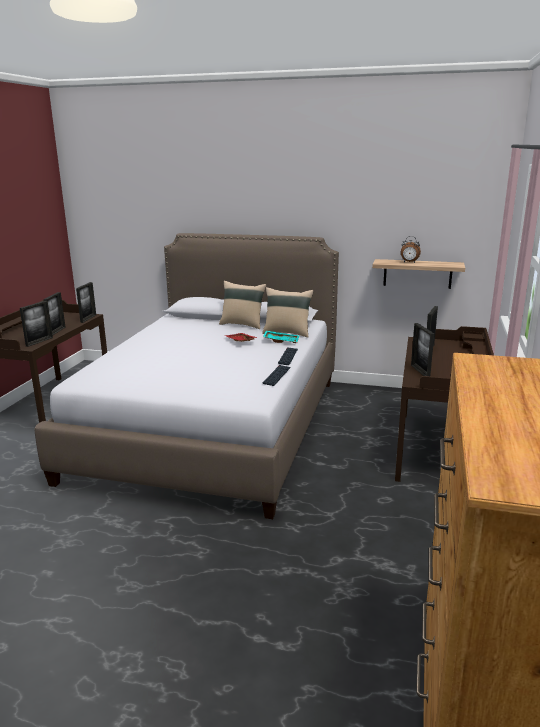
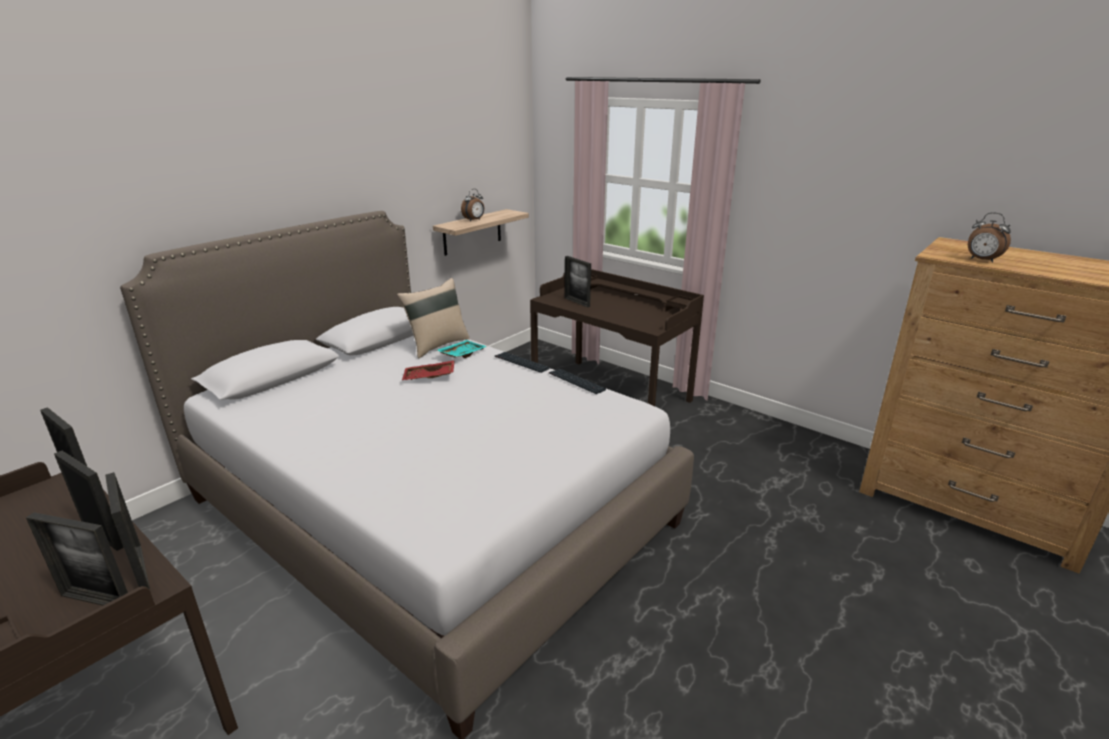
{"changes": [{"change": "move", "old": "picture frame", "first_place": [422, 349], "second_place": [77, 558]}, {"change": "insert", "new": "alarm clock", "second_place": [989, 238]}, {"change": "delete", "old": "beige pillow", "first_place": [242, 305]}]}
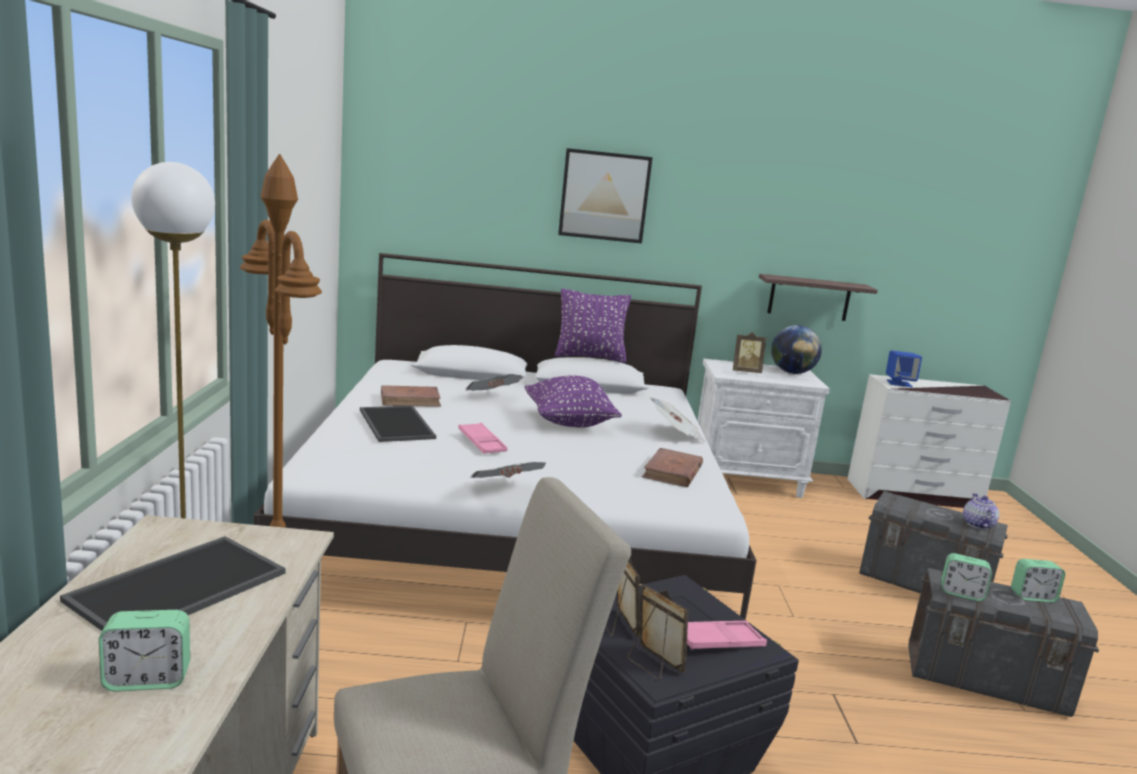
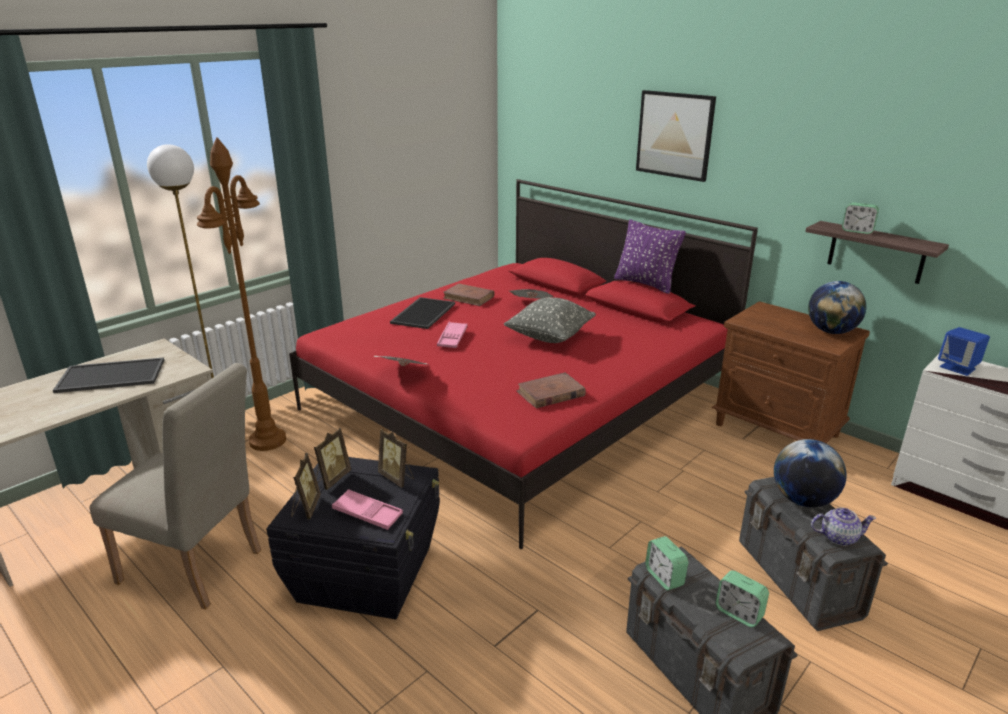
{"changes": [{"change": "recolor", "old": "white bed", "new": "red bed", "first_place": [505, 436], "second_place": [523, 364]}, {"change": "move", "old": "picture frame", "first_place": [749, 352], "second_place": [396, 458]}, {"change": "recolor", "old": "purple pillow", "new": "grey pillow", "first_place": [573, 401], "second_place": [550, 320]}, {"change": "recolor", "old": "white nightstand", "new": "brown nightstand", "first_place": [764, 428], "second_place": [791, 372]}, {"change": "insert", "new": "globe", "second_place": [810, 473]}, {"change": "rotate", "old": "teapot", "first_place": [981, 511], "second_place": [843, 527], "degrees": 45}, {"change": "move", "old": "alarm clock", "first_place": [144, 650], "second_place": [860, 218]}, {"change": "delete", "old": "newspaper", "first_place": [678, 420]}]}
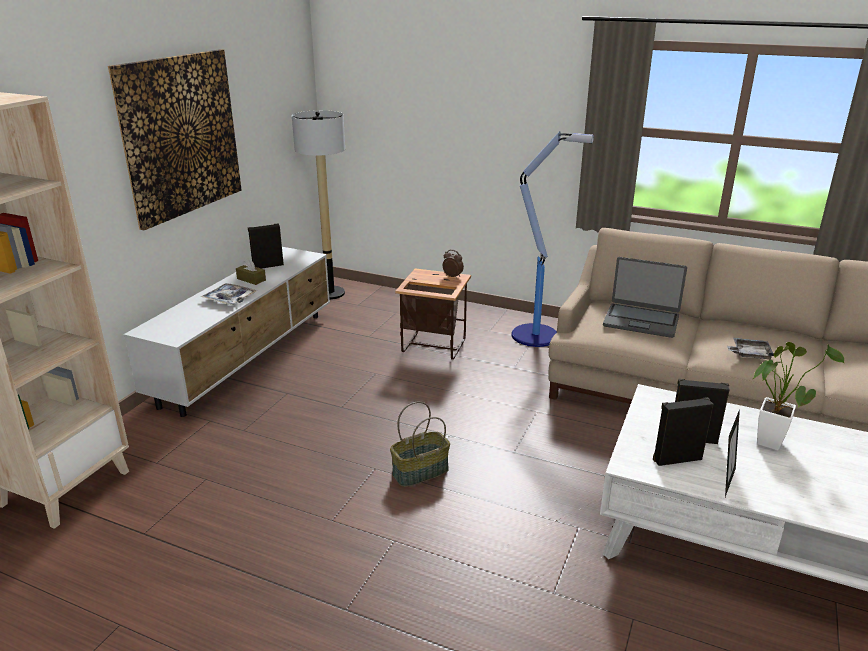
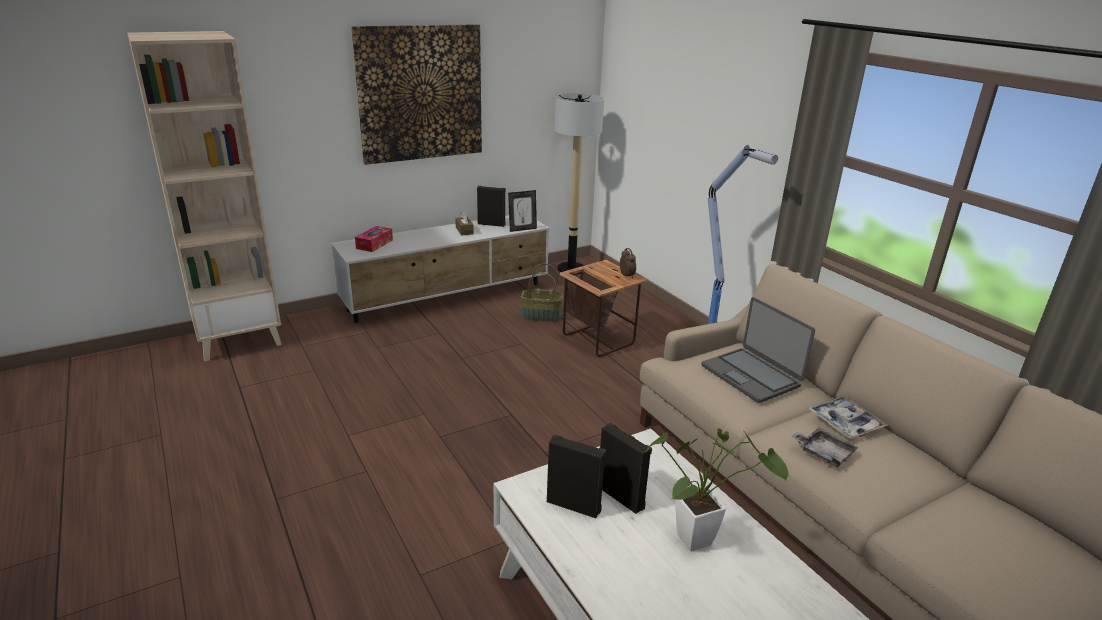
{"changes": [{"change": "insert", "new": "tissue box", "second_place": [374, 239]}, {"change": "move", "old": "picture frame", "first_place": [732, 453], "second_place": [522, 211]}, {"change": "move", "old": "basket", "first_place": [420, 444], "second_place": [542, 292]}, {"change": "move", "old": "tray", "first_place": [229, 294], "second_place": [848, 417]}]}
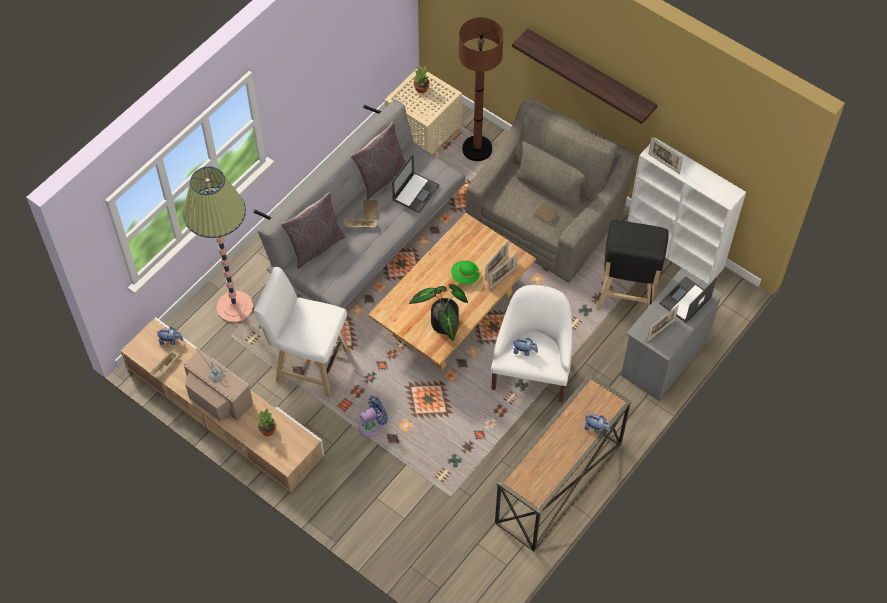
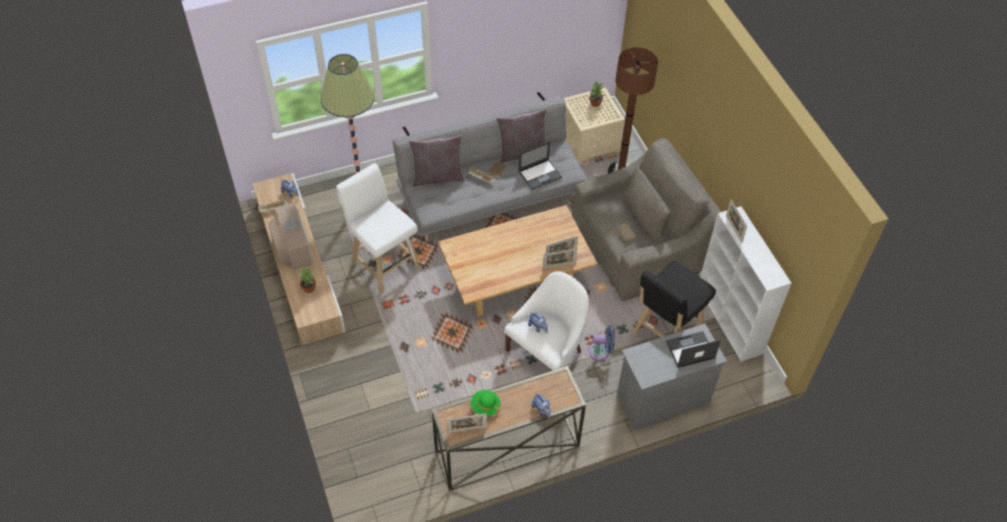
{"changes": [{"change": "move", "old": "picture frame", "first_place": [663, 323], "second_place": [467, 423]}, {"change": "move", "old": "green hat", "first_place": [465, 272], "second_place": [485, 403]}, {"change": "move", "old": "blue fan", "first_place": [373, 416], "second_place": [602, 343]}, {"change": "delete", "old": "potted plant", "first_place": [438, 312]}, {"change": "delete", "old": "shelf", "first_place": [584, 76]}]}
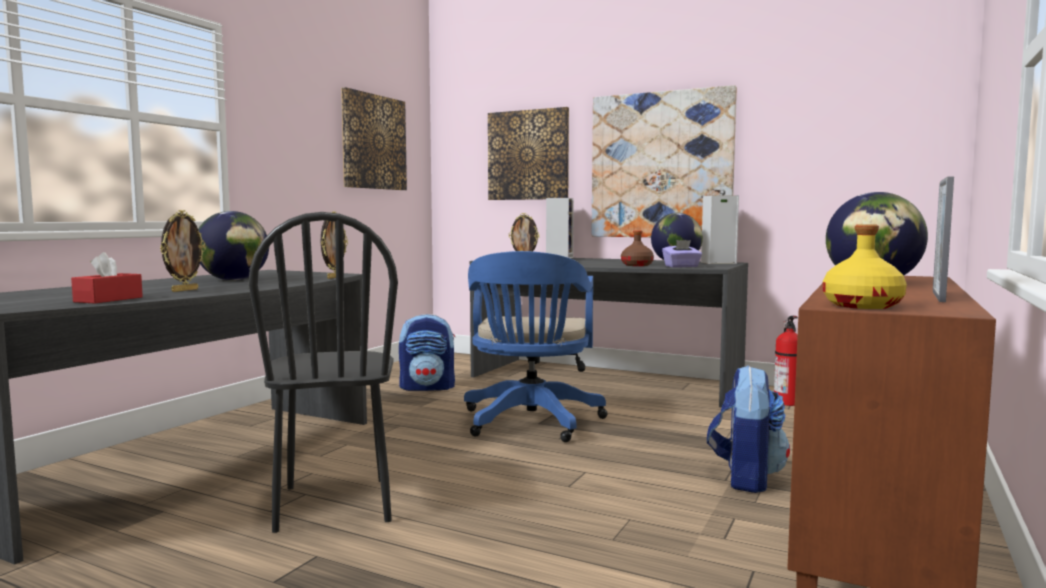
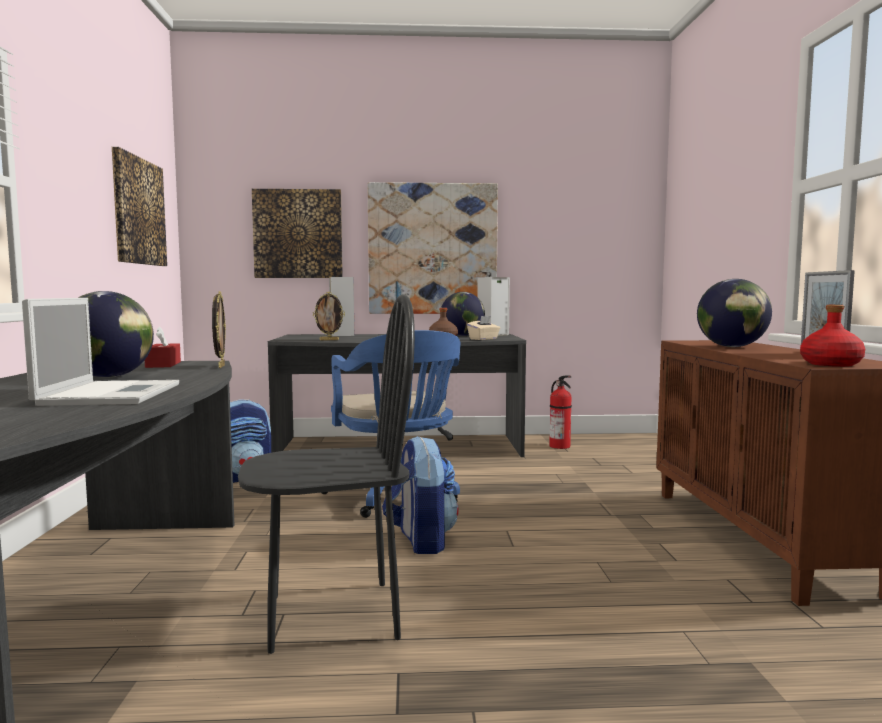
{"changes": [{"change": "replace", "old": "picture frame", "new": "laptop", "first_place": [183, 251], "second_place": [100, 352]}, {"change": "move", "old": "red tissue box", "first_place": [107, 277], "second_place": [163, 347]}, {"change": "rotate", "old": "black chair", "first_place": [323, 372], "second_place": [326, 474], "degrees": -60}, {"change": "move", "old": "backpack", "first_place": [748, 429], "second_place": [420, 495]}, {"change": "recolor", "old": "purple tissue box", "new": "beige tissue box", "first_place": [682, 254], "second_place": [483, 328]}, {"change": "recolor", "old": "yellow bottle", "new": "red bottle", "first_place": [865, 266], "second_place": [832, 336]}]}
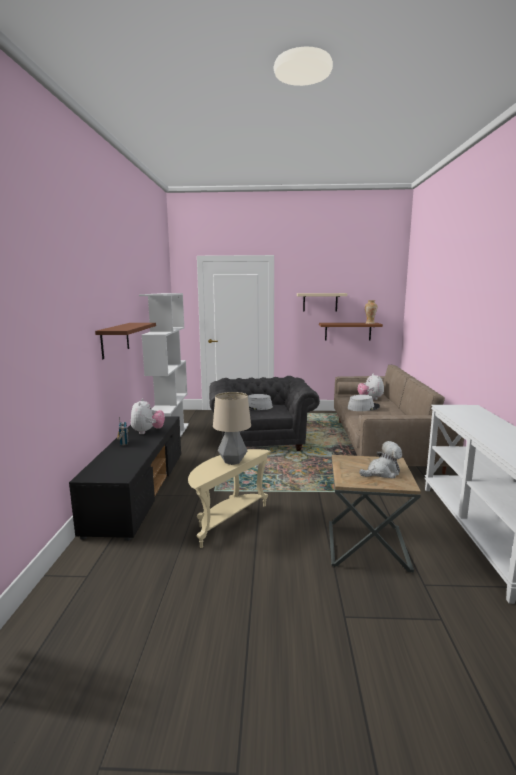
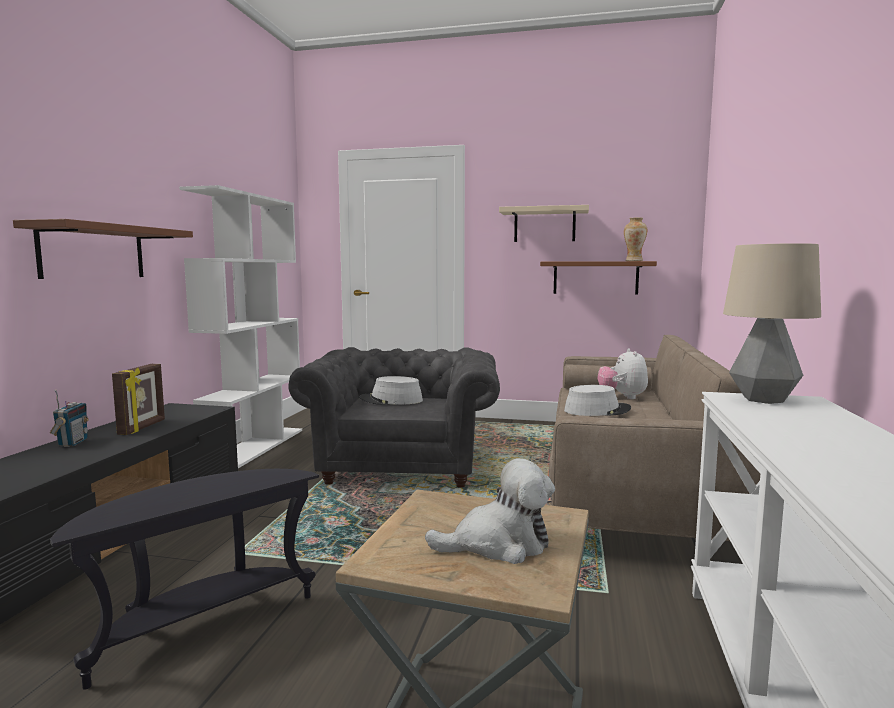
{"changes": [{"change": "recolor", "old": "beige side table", "new": "black side table", "first_place": [229, 498], "second_place": [184, 579]}, {"change": "replace", "old": "plush toy", "new": "picture frame", "first_place": [148, 416], "second_place": [138, 399]}, {"change": "move", "old": "table lamp", "first_place": [232, 428], "second_place": [772, 323]}]}
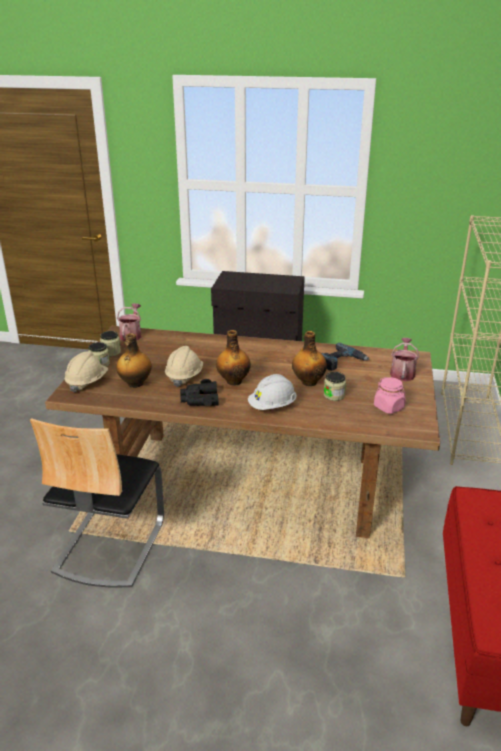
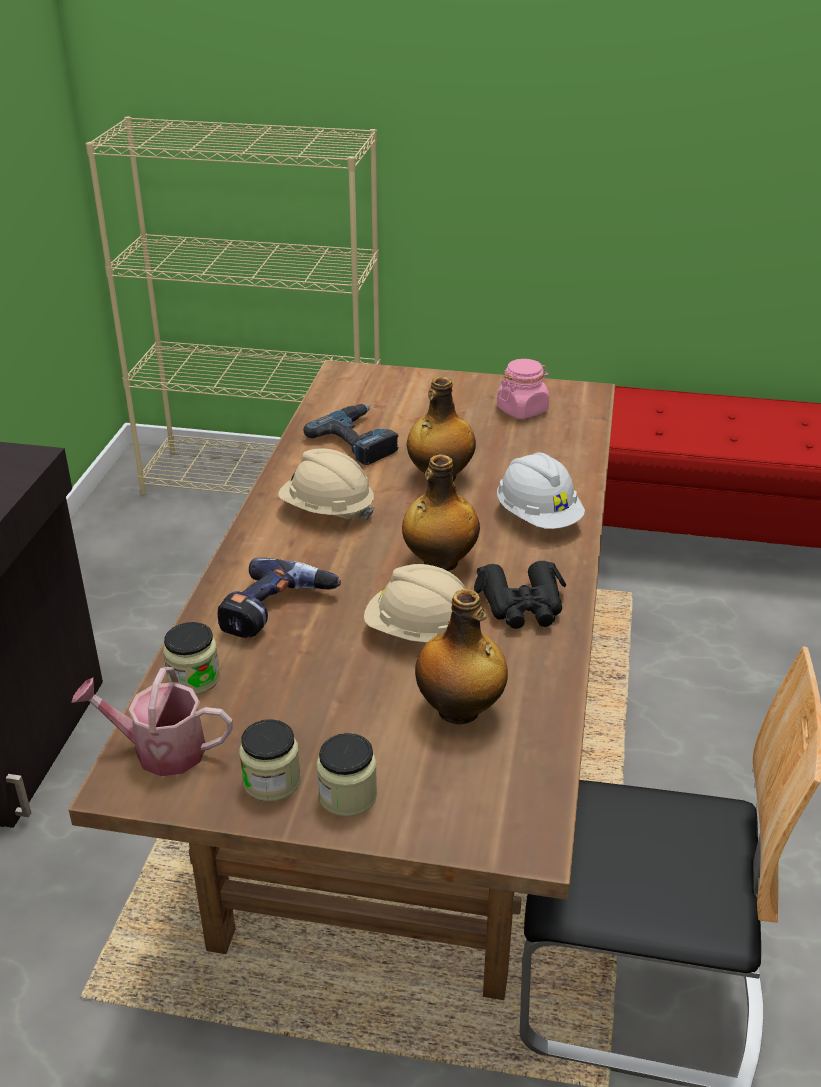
{"changes": [{"change": "move", "old": "jar", "first_place": [335, 386], "second_place": [191, 658]}, {"change": "insert", "new": "power drill", "second_place": [279, 598]}, {"change": "move", "old": "beige hard hat", "first_place": [86, 372], "second_place": [326, 484]}, {"change": "delete", "old": "watering can", "first_place": [404, 359]}]}
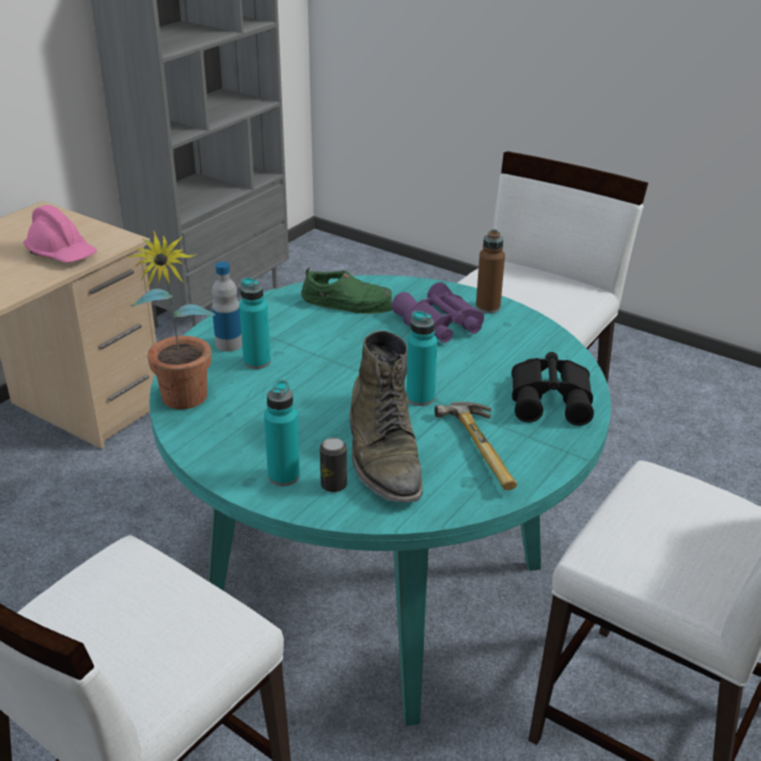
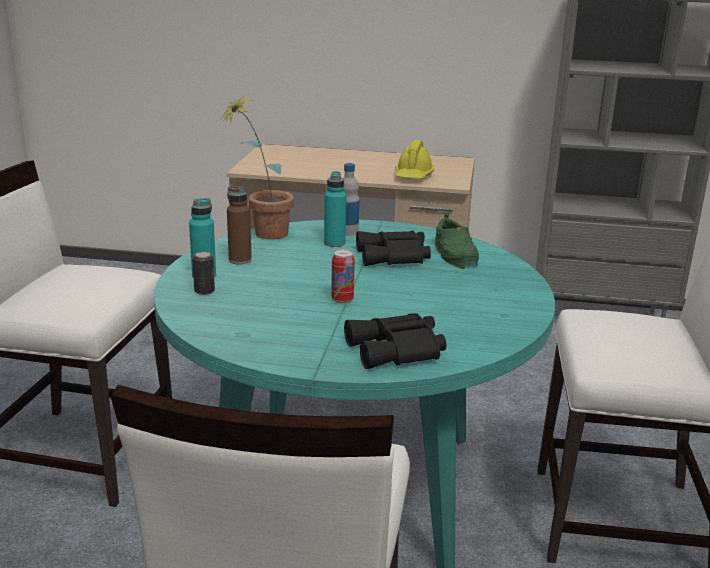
{"changes": [{"change": "move", "old": "brown bottle", "first_place": [490, 271], "second_place": [239, 225]}, {"change": "replace", "old": "turquoise bottle", "new": "can", "first_place": [421, 358], "second_place": [343, 276]}, {"change": "insert", "new": "black binoculars", "second_place": [393, 248]}, {"change": "recolor", "old": "pink hard hat", "new": "yellow hard hat", "first_place": [60, 234], "second_place": [414, 159]}, {"change": "delete", "old": "green boot", "first_place": [386, 416]}, {"change": "delete", "old": "purple binoculars", "first_place": [438, 312]}, {"change": "delete", "old": "hammer", "first_place": [475, 446]}]}
